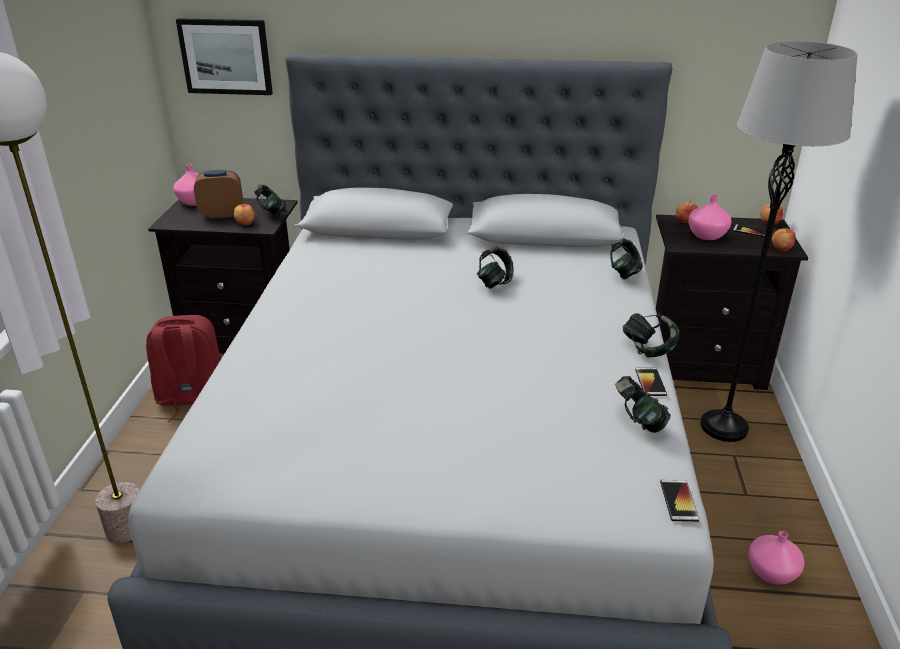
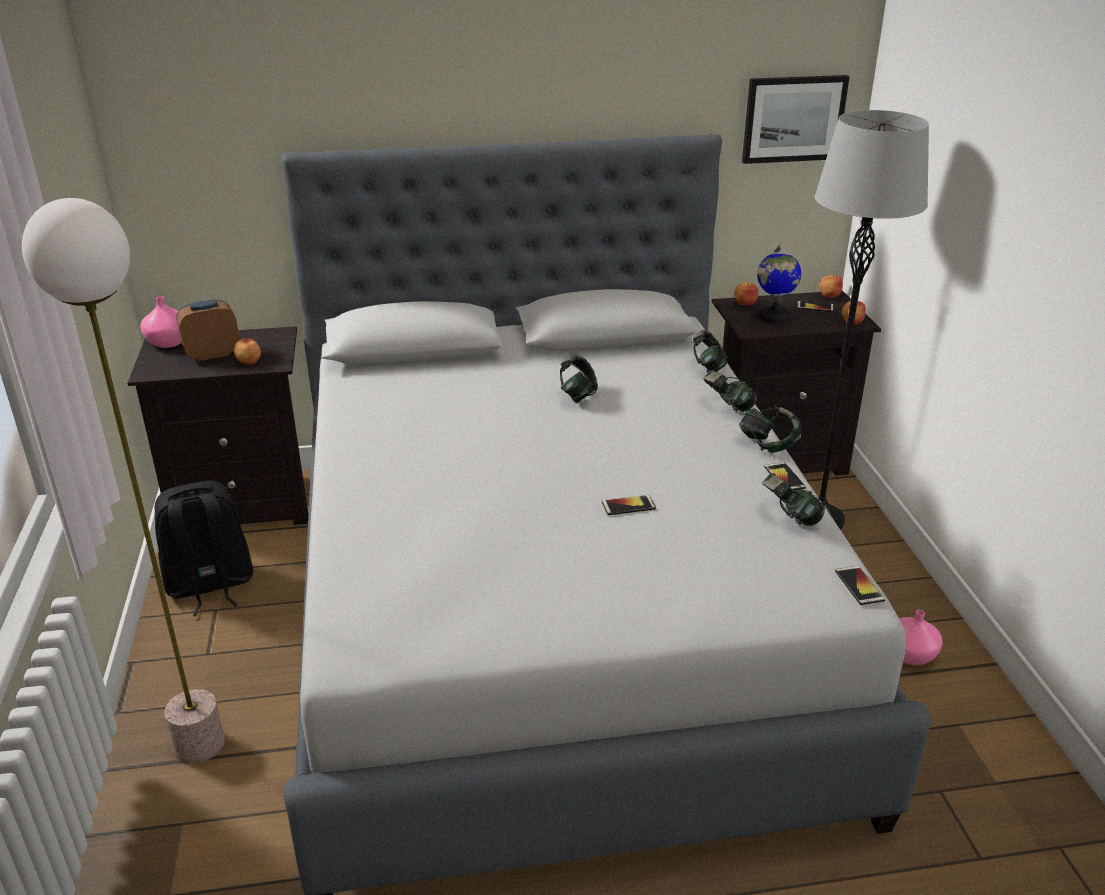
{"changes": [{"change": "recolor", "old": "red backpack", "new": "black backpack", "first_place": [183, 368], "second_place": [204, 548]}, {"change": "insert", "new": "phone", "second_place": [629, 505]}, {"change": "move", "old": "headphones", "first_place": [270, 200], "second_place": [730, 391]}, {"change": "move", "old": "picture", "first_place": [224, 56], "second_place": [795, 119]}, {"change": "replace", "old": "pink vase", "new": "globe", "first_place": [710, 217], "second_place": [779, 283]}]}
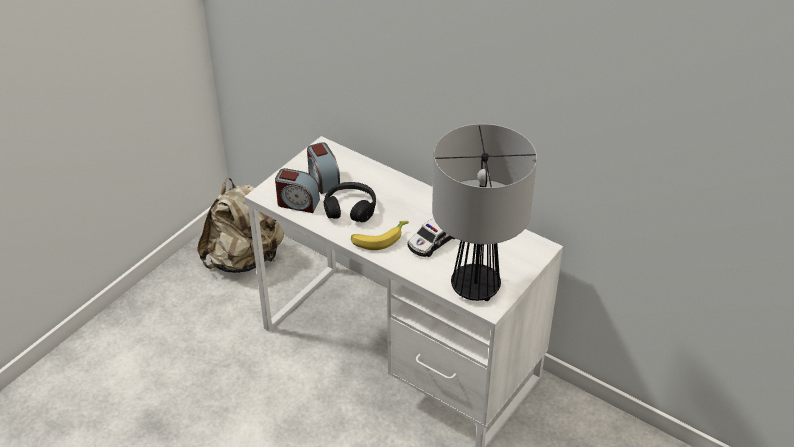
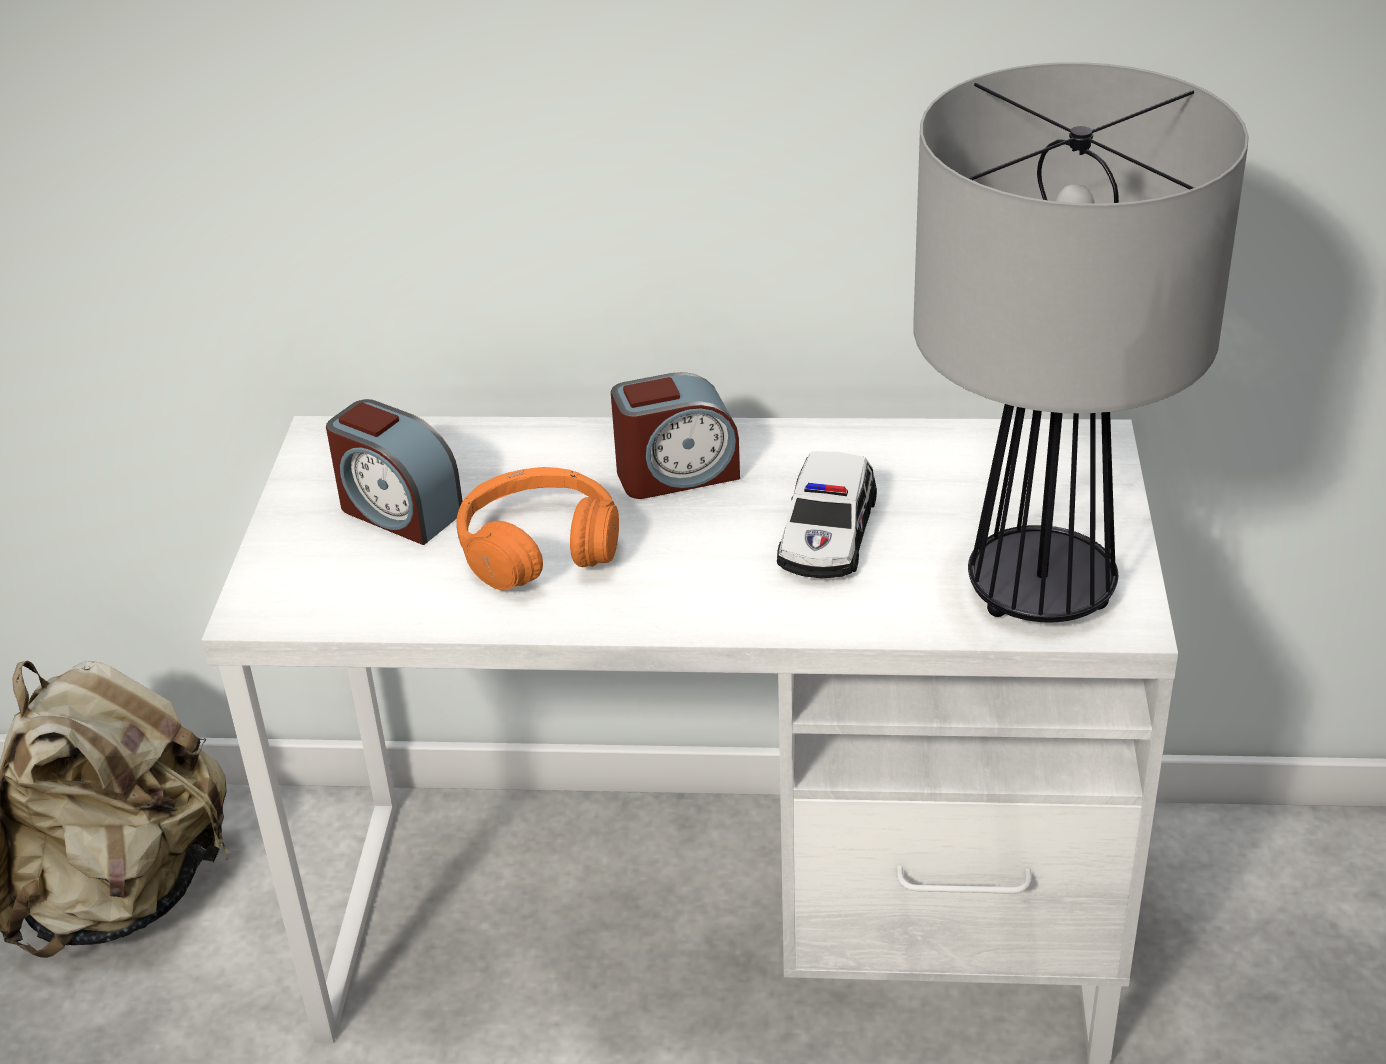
{"changes": [{"change": "recolor", "old": "black headphones", "new": "orange headphones", "first_place": [350, 202], "second_place": [537, 529]}, {"change": "move", "old": "alarm clock", "first_place": [297, 190], "second_place": [675, 435]}, {"change": "delete", "old": "banana", "first_place": [380, 235]}]}
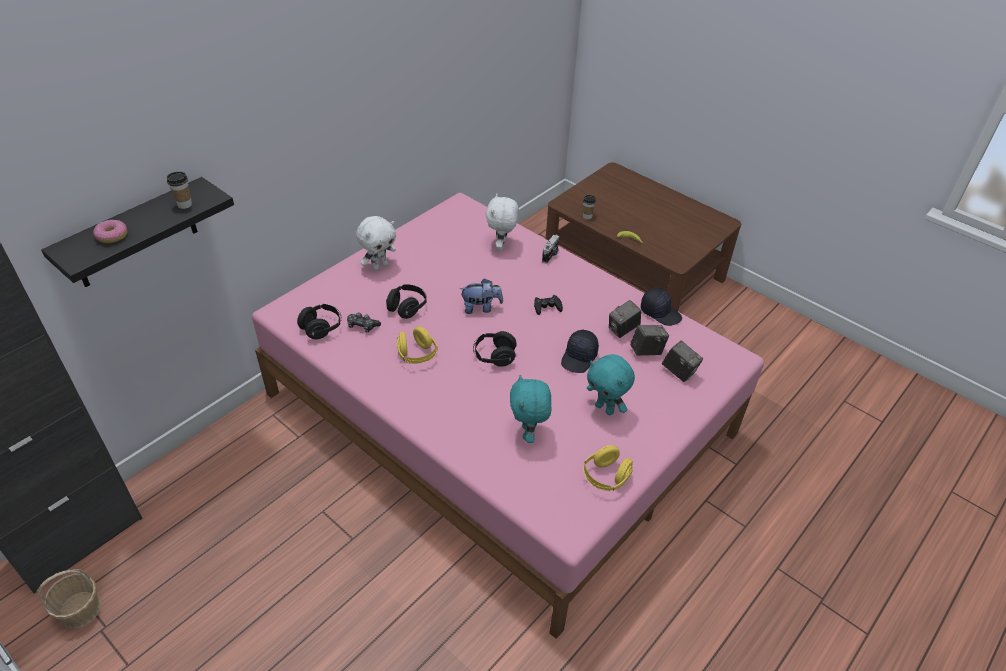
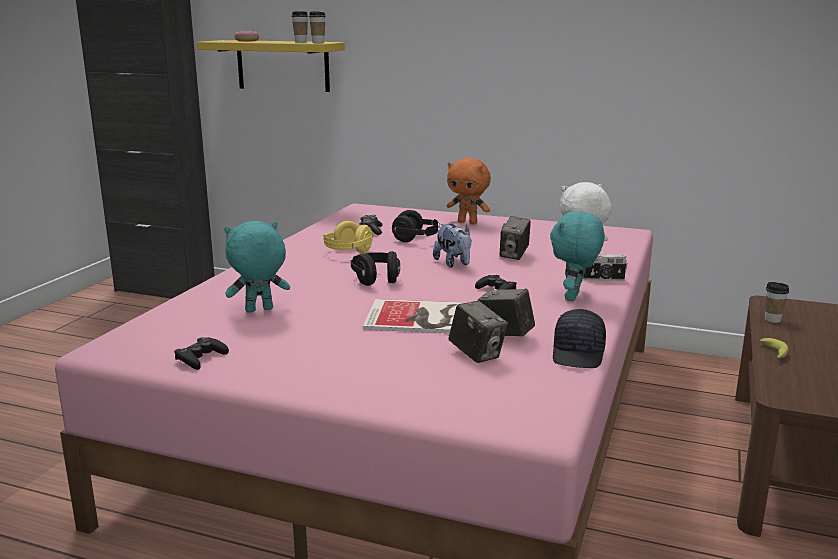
{"changes": [{"change": "replace", "old": "yellow headphones", "new": "black game controller", "first_place": [608, 468], "second_place": [201, 353]}, {"change": "recolor", "old": "black shelf", "new": "yellow shelf", "first_place": [137, 232], "second_place": [270, 66]}, {"change": "insert", "new": "cup", "second_place": [317, 27]}, {"change": "replace", "old": "black cap", "new": "book", "first_place": [580, 351], "second_place": [413, 316]}, {"change": "recolor", "old": "white plush toy", "new": "orange plush toy", "first_place": [376, 243], "second_place": [469, 191]}, {"change": "move", "old": "photo camera", "first_place": [682, 361], "second_place": [515, 238]}, {"change": "move", "old": "turquoise plush toy", "first_place": [611, 384], "second_place": [577, 256]}, {"change": "delete", "old": "basket", "first_place": [69, 598]}, {"change": "delete", "old": "black headphones", "first_place": [319, 321]}]}
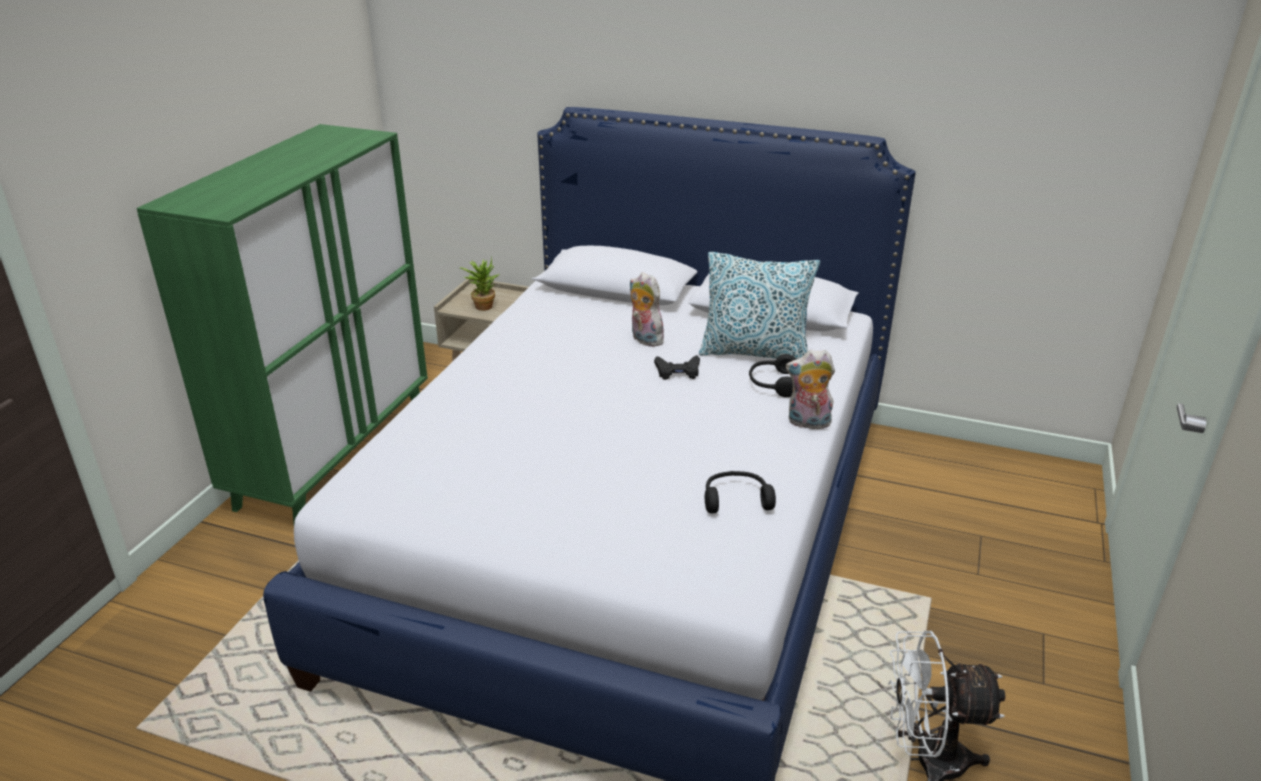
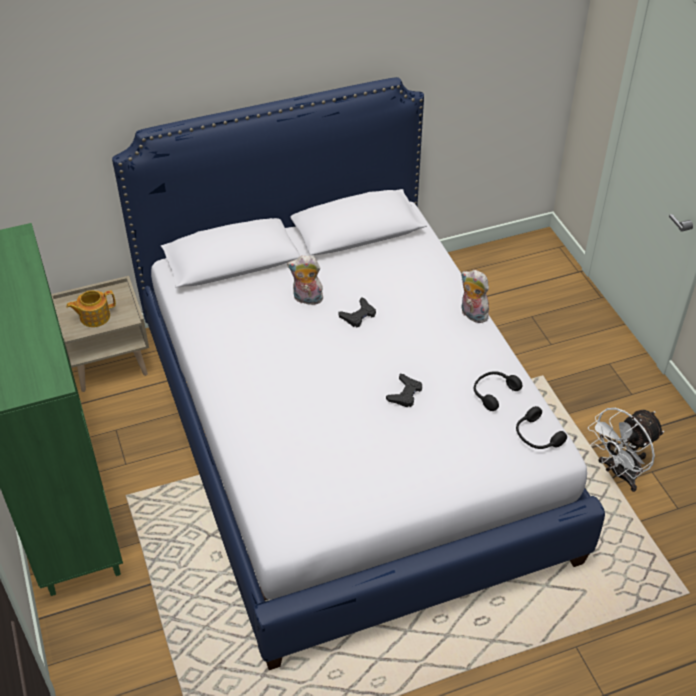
{"changes": [{"change": "replace", "old": "potted plant", "new": "teapot", "first_place": [479, 284], "second_place": [91, 308]}, {"change": "insert", "new": "black game controller", "second_place": [404, 390]}, {"change": "rotate", "old": "plush toy", "first_place": [810, 389], "second_place": [475, 296], "degrees": 75}, {"change": "move", "old": "black headphones", "first_place": [772, 375], "second_place": [541, 427]}, {"change": "delete", "old": "pillow", "first_place": [759, 305]}]}
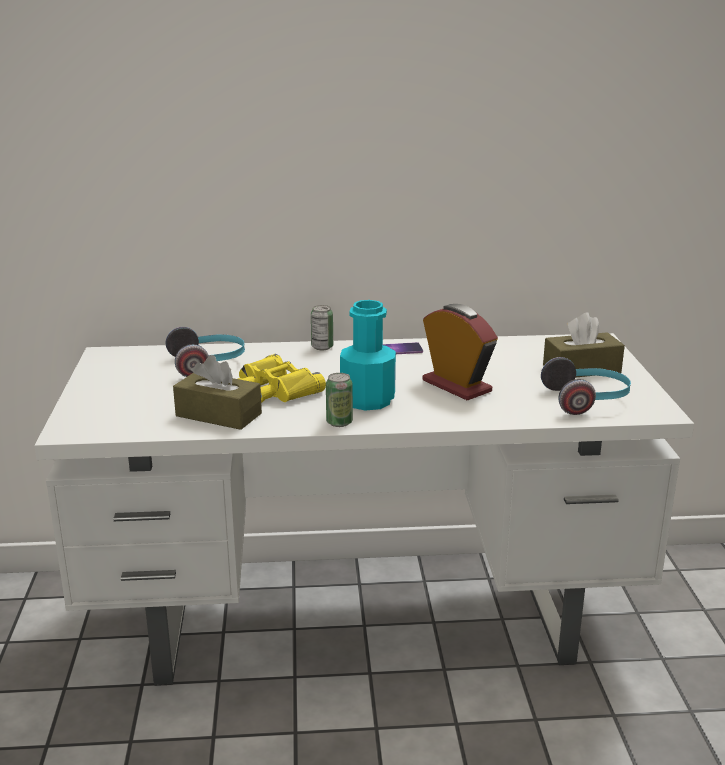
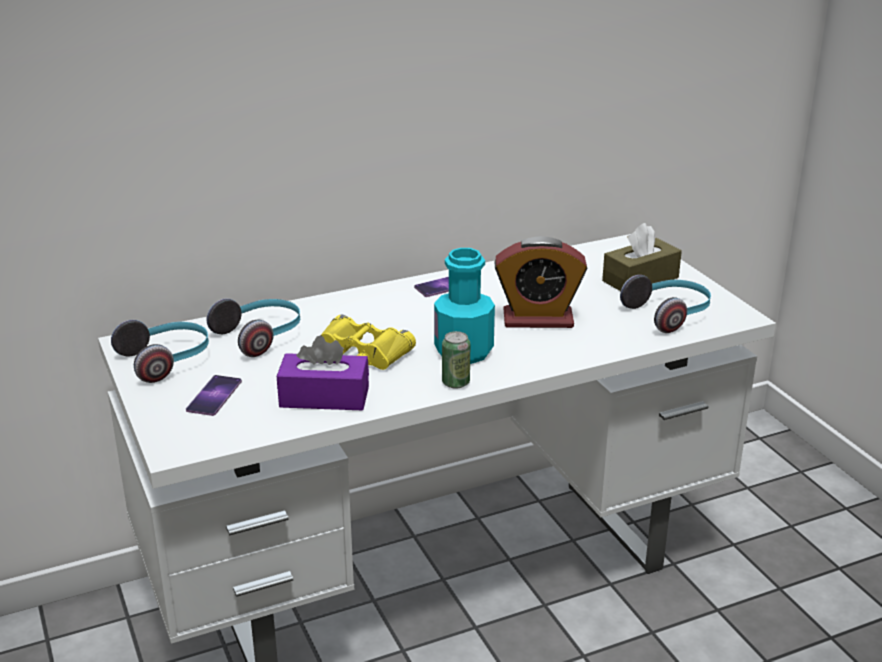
{"changes": [{"change": "insert", "new": "headphones", "second_place": [160, 351]}, {"change": "insert", "new": "phone", "second_place": [214, 395]}, {"change": "recolor", "old": "brown tissue box", "new": "purple tissue box", "first_place": [217, 392], "second_place": [323, 372]}, {"change": "rotate", "old": "alarm clock", "first_place": [460, 352], "second_place": [541, 282], "degrees": 150}, {"change": "delete", "old": "can", "first_place": [322, 327]}]}
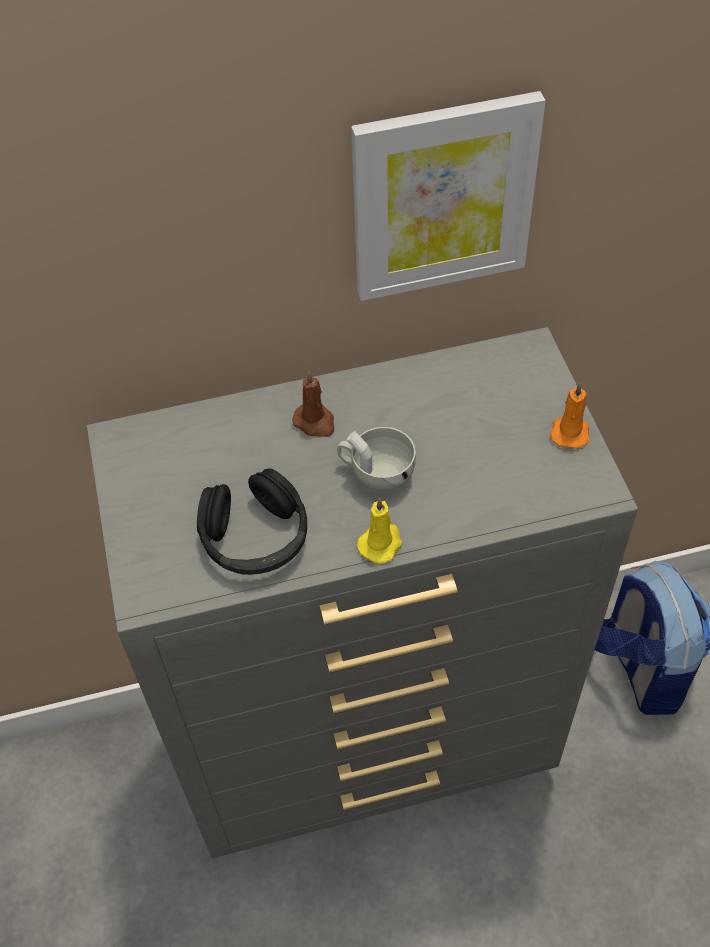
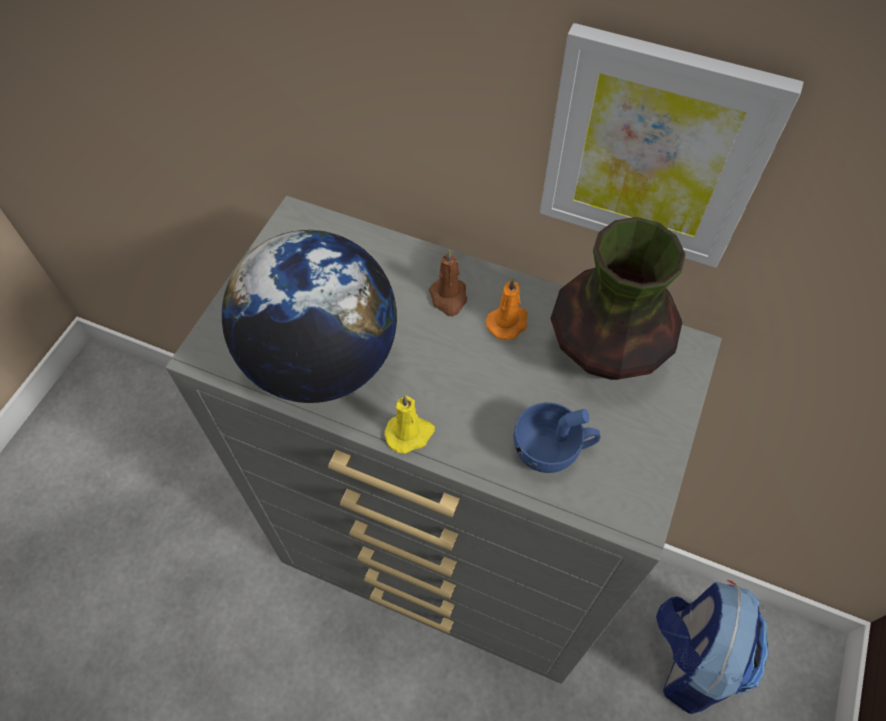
{"changes": [{"change": "replace", "old": "black headphones", "new": "globe", "first_place": [252, 521], "second_place": [309, 316]}, {"change": "move", "old": "orange candle", "first_place": [569, 416], "second_place": [507, 309]}, {"change": "insert", "new": "blue cup", "second_place": [557, 437]}, {"change": "insert", "new": "vase", "second_place": [618, 298]}, {"change": "delete", "old": "white cup", "first_place": [376, 459]}]}
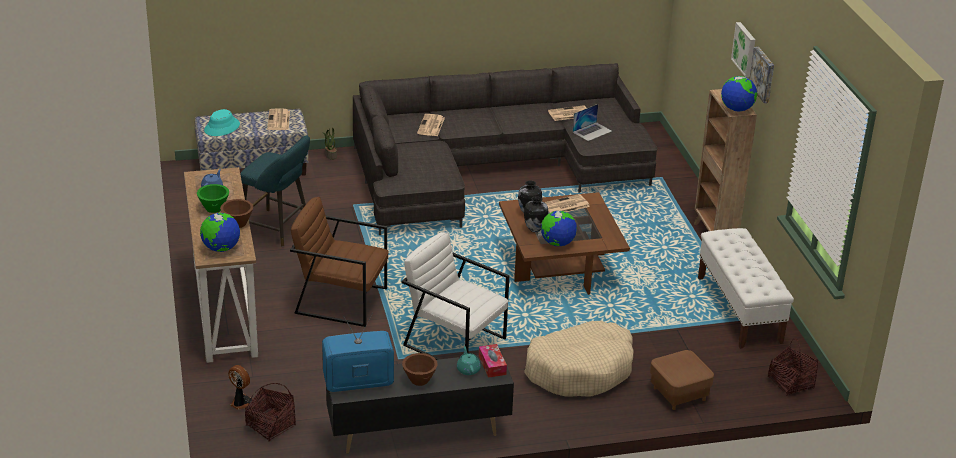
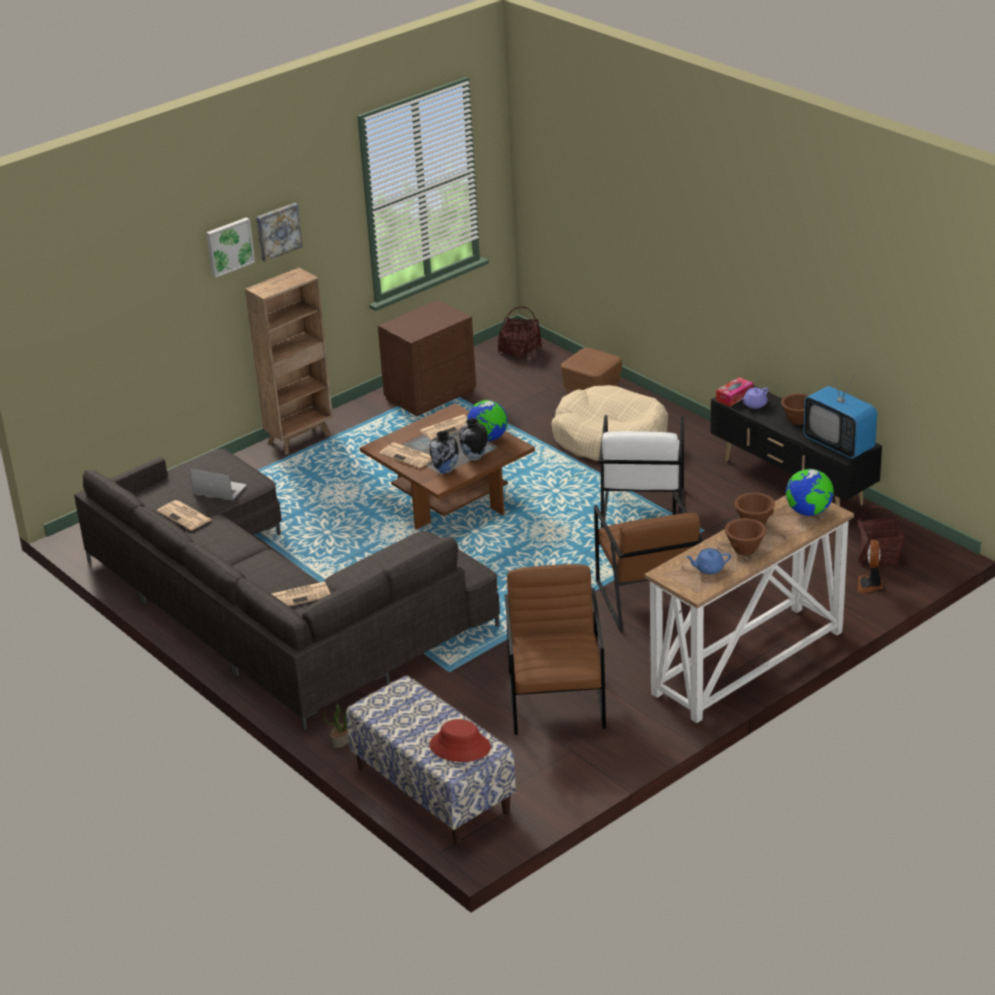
{"changes": [{"change": "replace", "old": "white bench", "new": "brown nightstand", "first_place": [746, 288], "second_place": [427, 358]}, {"change": "move", "old": "newspaper", "first_place": [278, 119], "second_place": [443, 427]}, {"change": "recolor", "old": "turquoise hat", "new": "red hat", "first_place": [222, 122], "second_place": [460, 740]}, {"change": "replace", "old": "turquoise stool", "new": "brown armchair", "first_place": [275, 191], "second_place": [555, 649]}, {"change": "recolor", "old": "green bowl", "new": "brown bowl", "first_place": [213, 198], "second_place": [745, 537]}, {"change": "recolor", "old": "turquoise teapot", "new": "purple teapot", "first_place": [469, 360], "second_place": [754, 398]}, {"change": "delete", "old": "globe", "first_place": [739, 94]}]}
